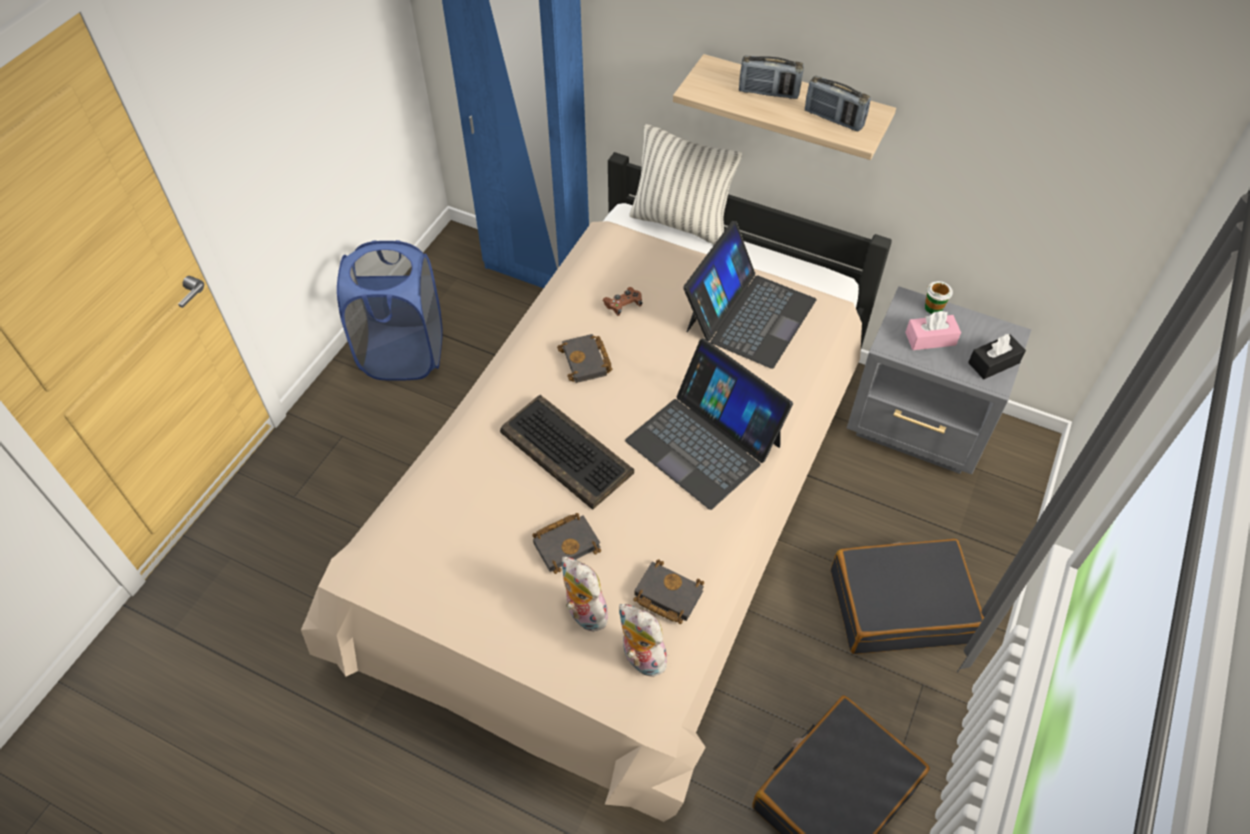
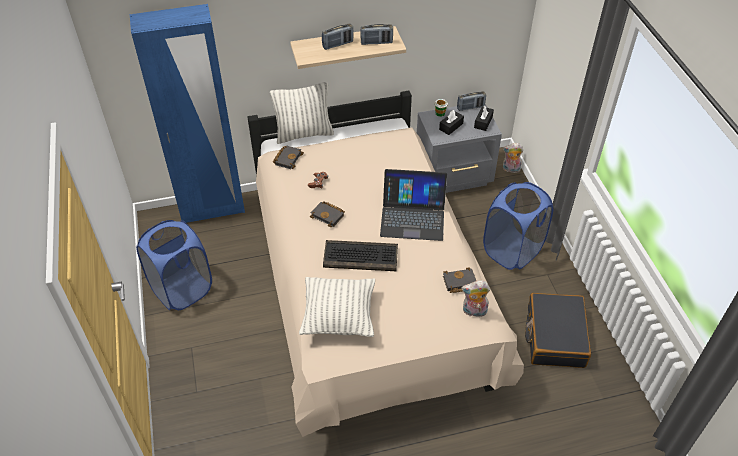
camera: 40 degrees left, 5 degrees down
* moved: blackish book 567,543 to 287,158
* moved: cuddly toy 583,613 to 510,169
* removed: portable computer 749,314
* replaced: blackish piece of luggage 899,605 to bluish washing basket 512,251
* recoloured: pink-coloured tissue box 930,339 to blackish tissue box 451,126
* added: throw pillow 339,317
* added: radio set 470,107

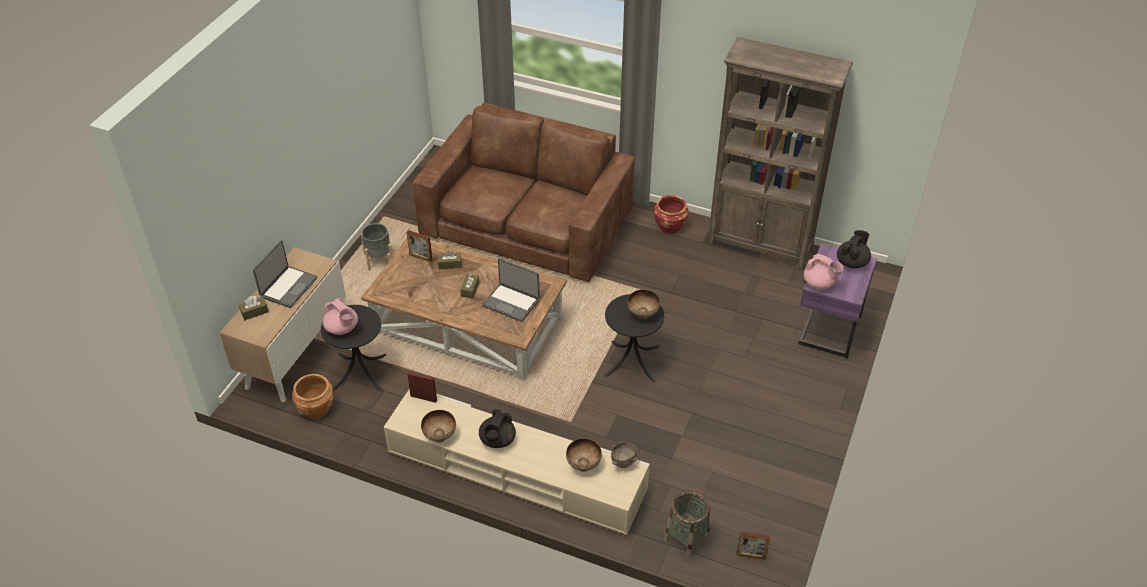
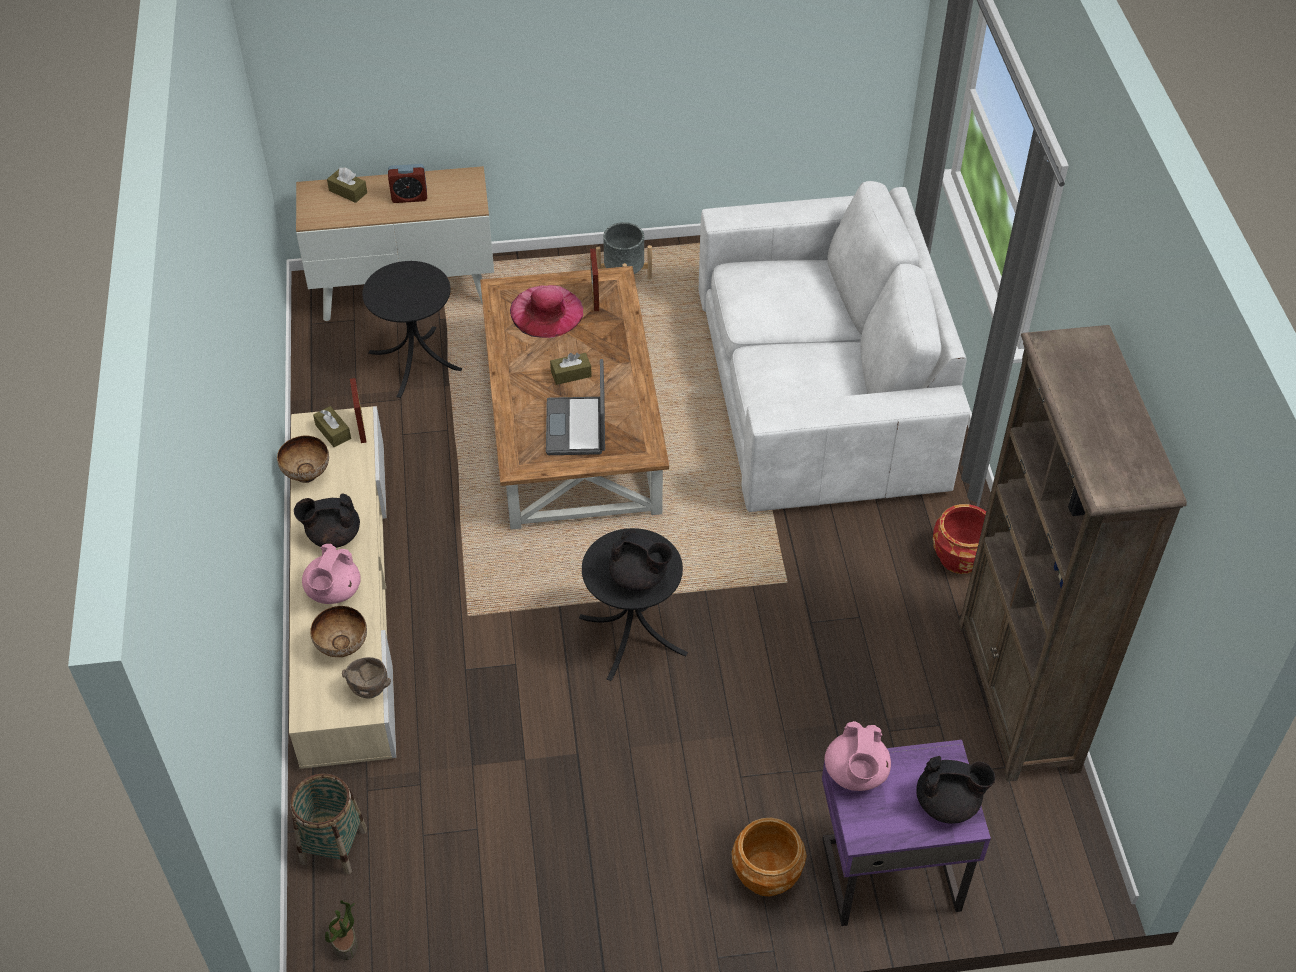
camera: 60 degrees right, 5 degrees up
* replaced: portable computer 288,287 to table clock 409,197
* moved: brown planter 316,408 to 766,875
* moved: pink-coloured pot for tea 342,328 to 333,592
* recoloured: brown settee 527,223 to white settee 820,391
* moved: brown tissue box 449,264 to 333,432
* replaced: serving bowl 643,314 to blackish pot for tea 639,577
* replaced: photo frame 751,556 to houseplant 345,942
* added: pink-coloured hat 546,311

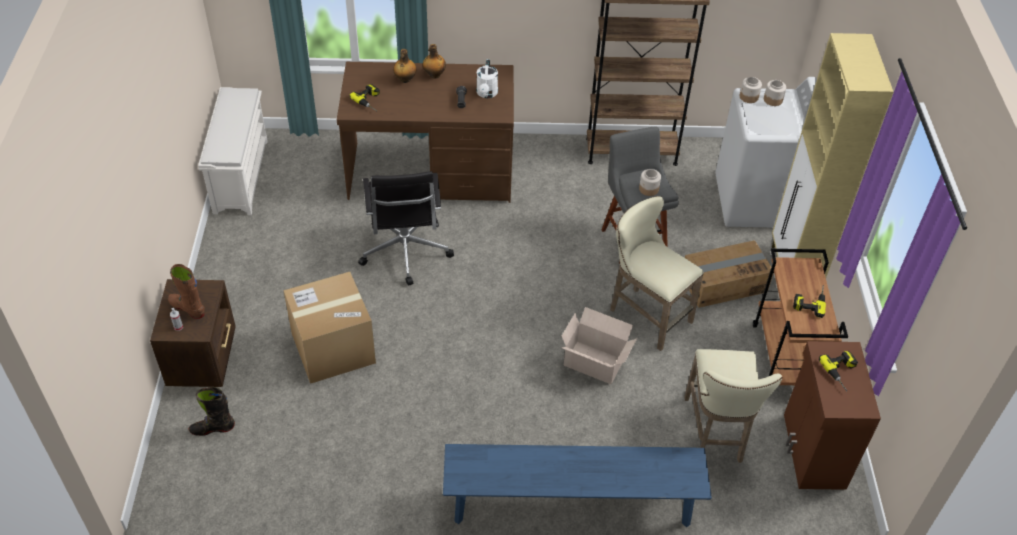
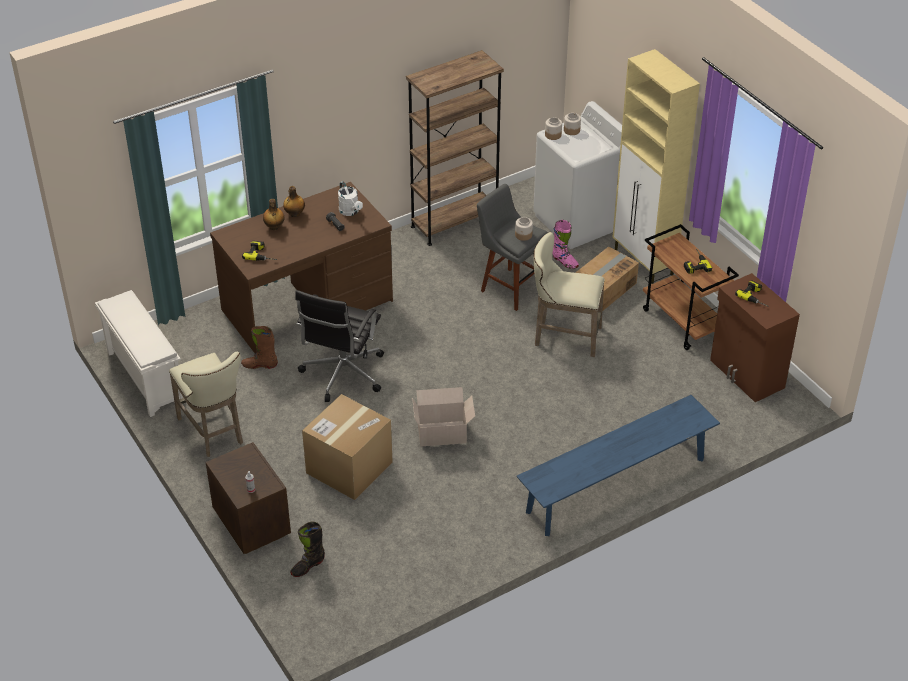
camera: 30 degrees left, 5 degrees down
* moved: brown high-top boot 187,308 to 260,365
* turned: blackish office chair 405,252 = 342,374 60 degrees clockwise
* moved: carton 595,363 to 443,433
* moved: beige-coloured stool 715,433 to 213,432
* added: pink-coloured high-top boot 564,262

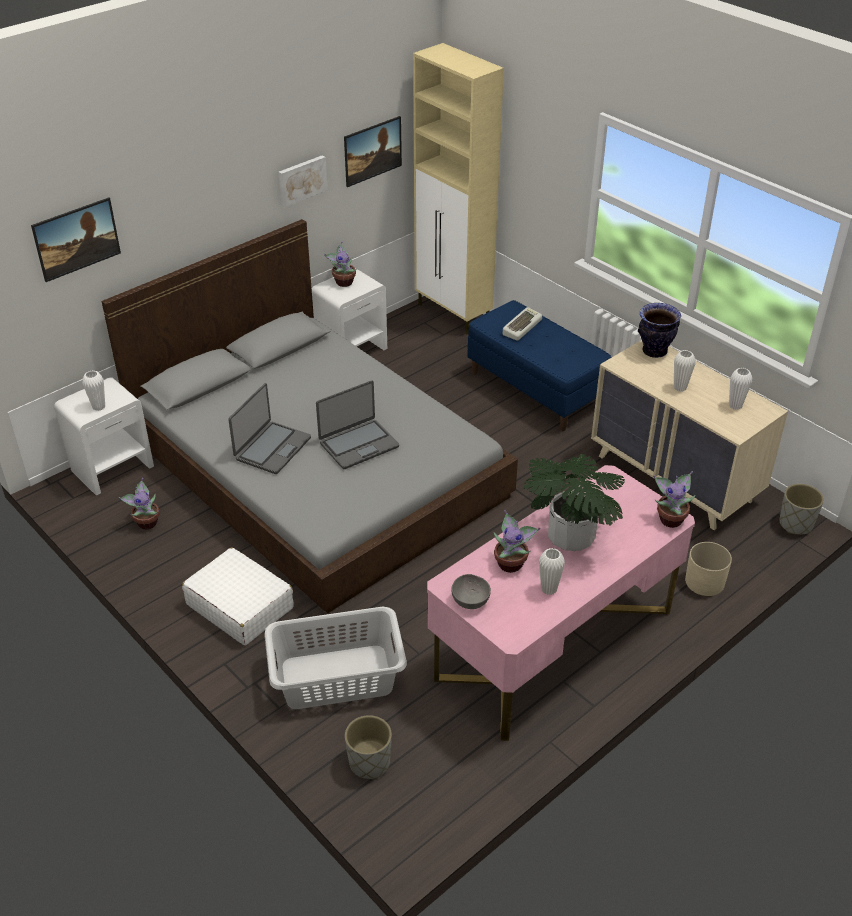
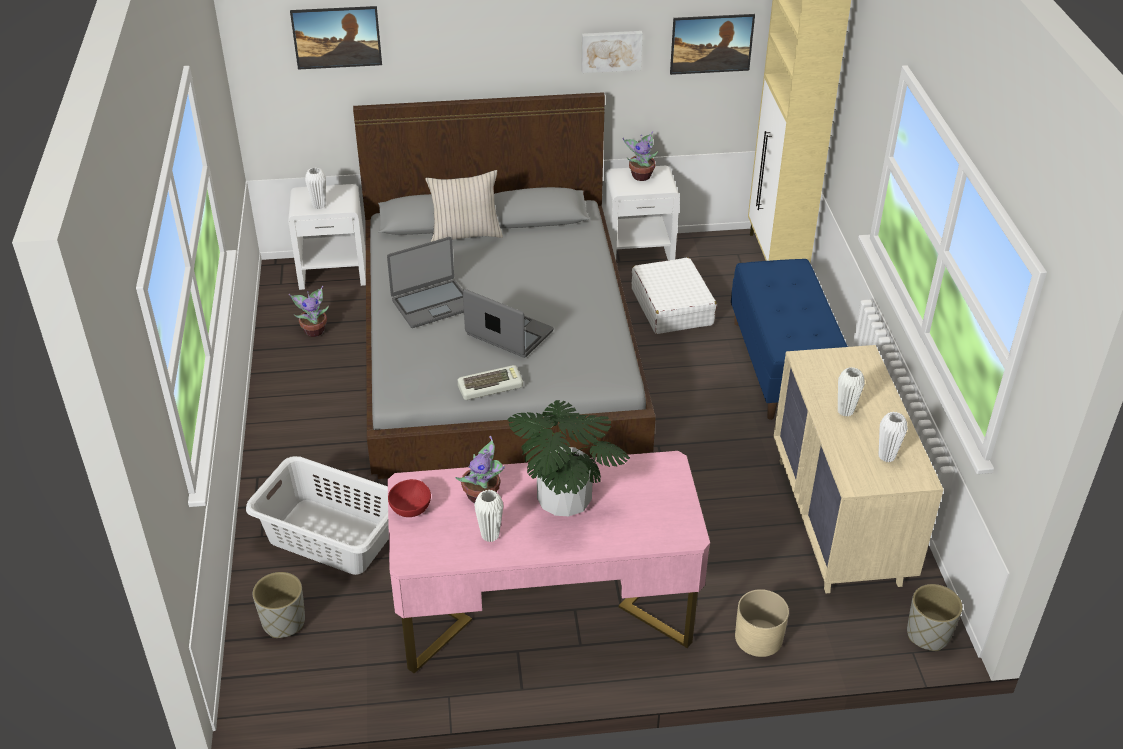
camera: 35 degrees right, 0 degrees up
* moved: white piece of luggage 240,606 to 672,306
* turned: portable computer 358,444 = 508,333 150 degrees counterclockwise
* recoloured: greyish serving bowl 471,600 to reddish serving bowl 411,508
* moved: PC keyboard 521,327 to 490,386
* removed: flower vase 654,351
* removed: houseplant 670,519
* added: beige-coloured throw pillow 465,234

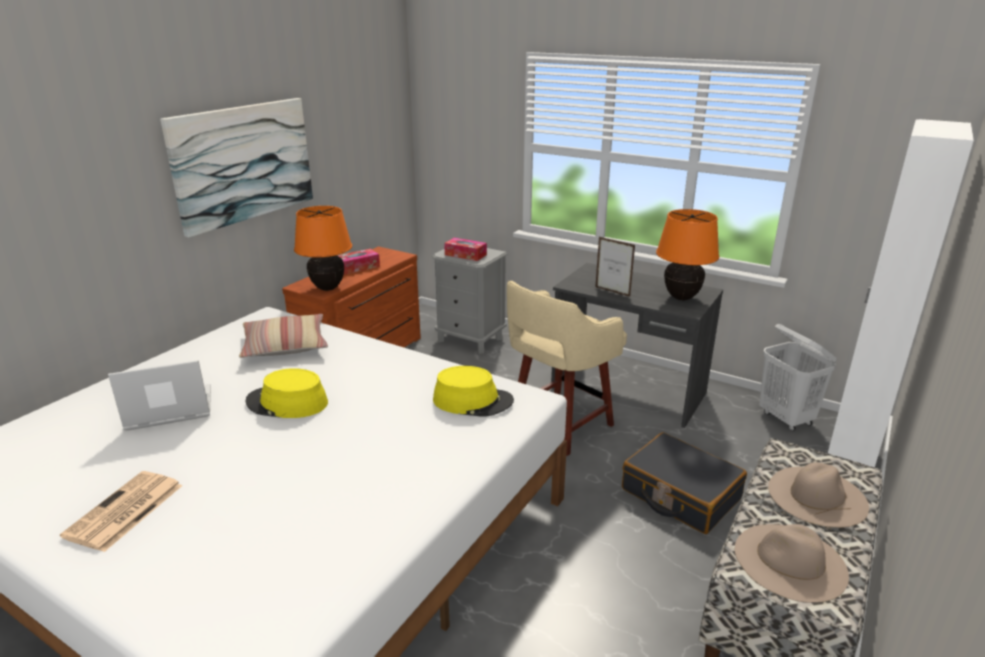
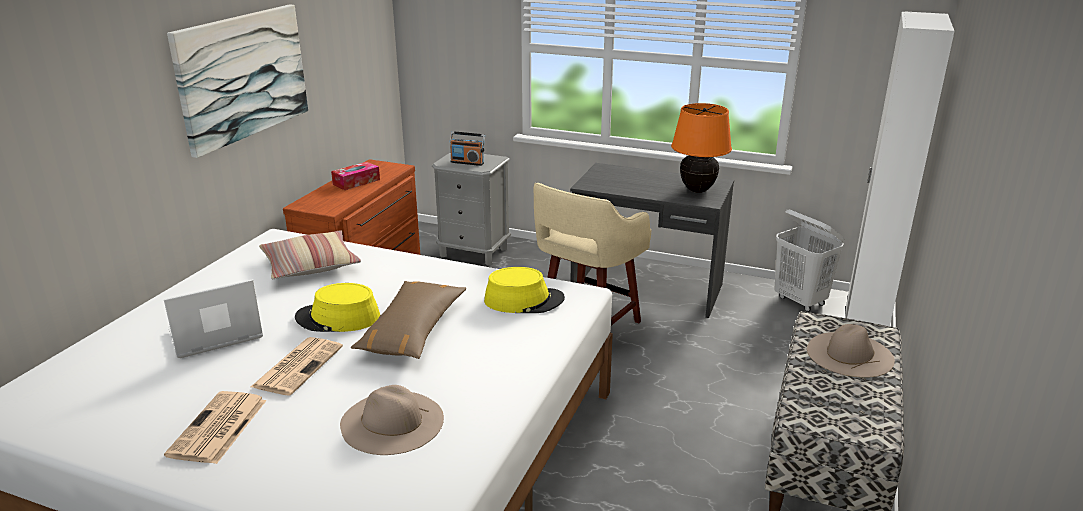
camera: 10 degrees left, 0 degrees up
* removed: orange-coloured lamp for a table 327,288
* replaced: tissue box 465,255 to radio set 467,162
* removed: photo frame 612,292
* removed: blackish piece of luggage 680,494
* moved: beige-coloured hat 790,561 to 392,422
* added: printed paper 298,366
* added: brown throw pillow 412,330

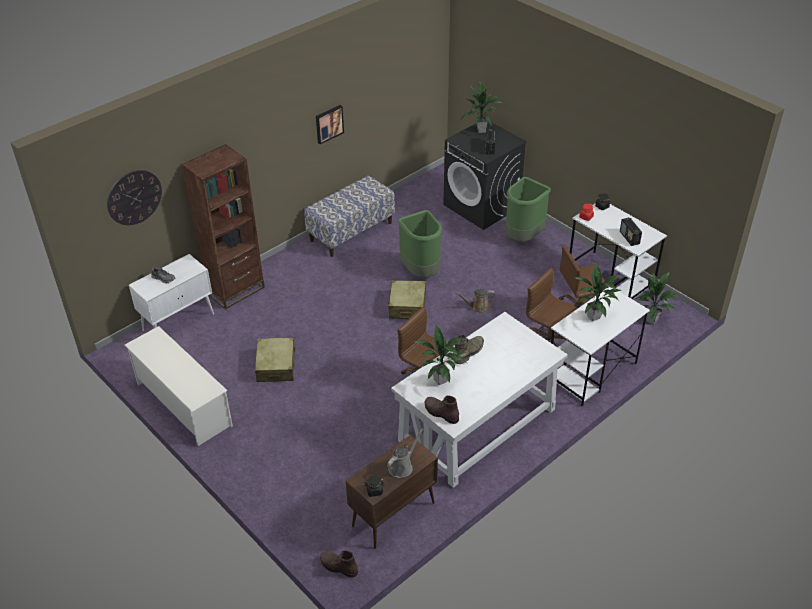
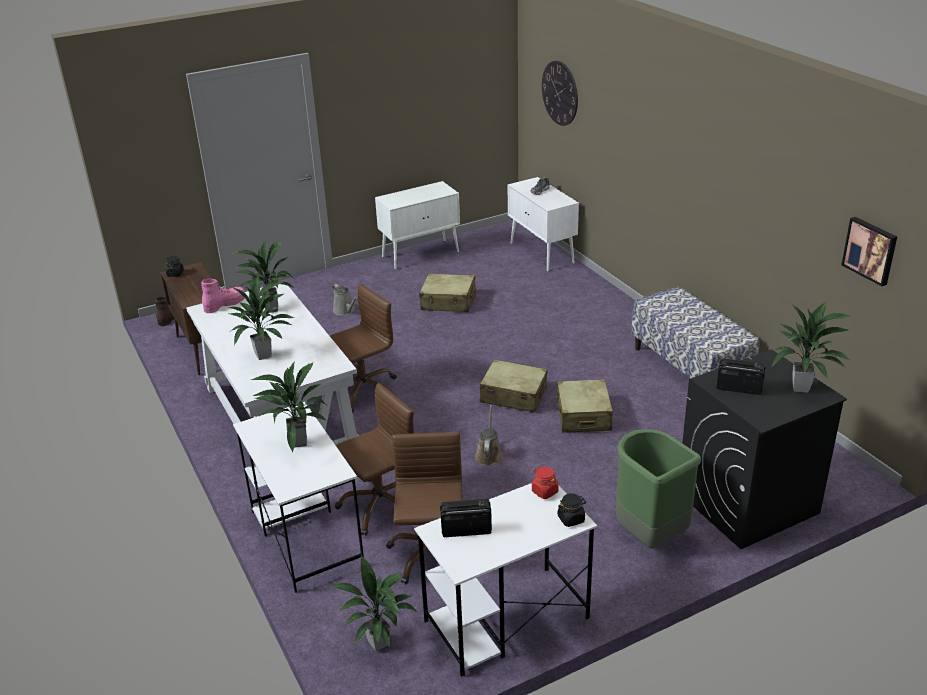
camera: 105 degrees right, 10 degrees down
* replaced: white shoe rack 183,404 to white cabinet 421,254
* removed: brown bookshelf 235,290
* moved: wall art 328,123 to 870,250
* moved: greyish watering can 402,466 to 345,310
* replaced: greenish waste bin 421,271 to beige-coloured piece of luggage 583,416
* recoloured: brown high-top boot 441,413 to pink-coloured high-top boot 224,304
* removed: greenish high-top boot 469,352
* added: houseplant 264,355

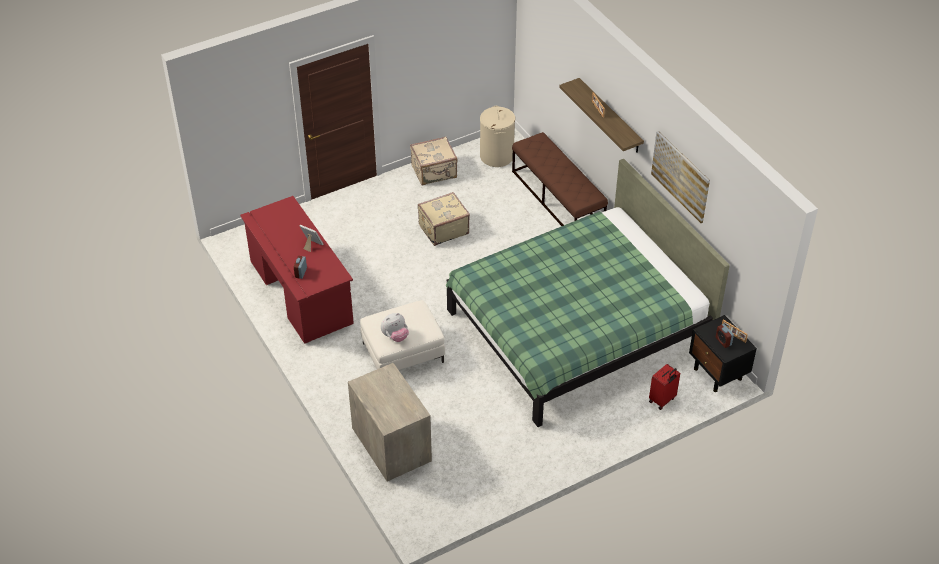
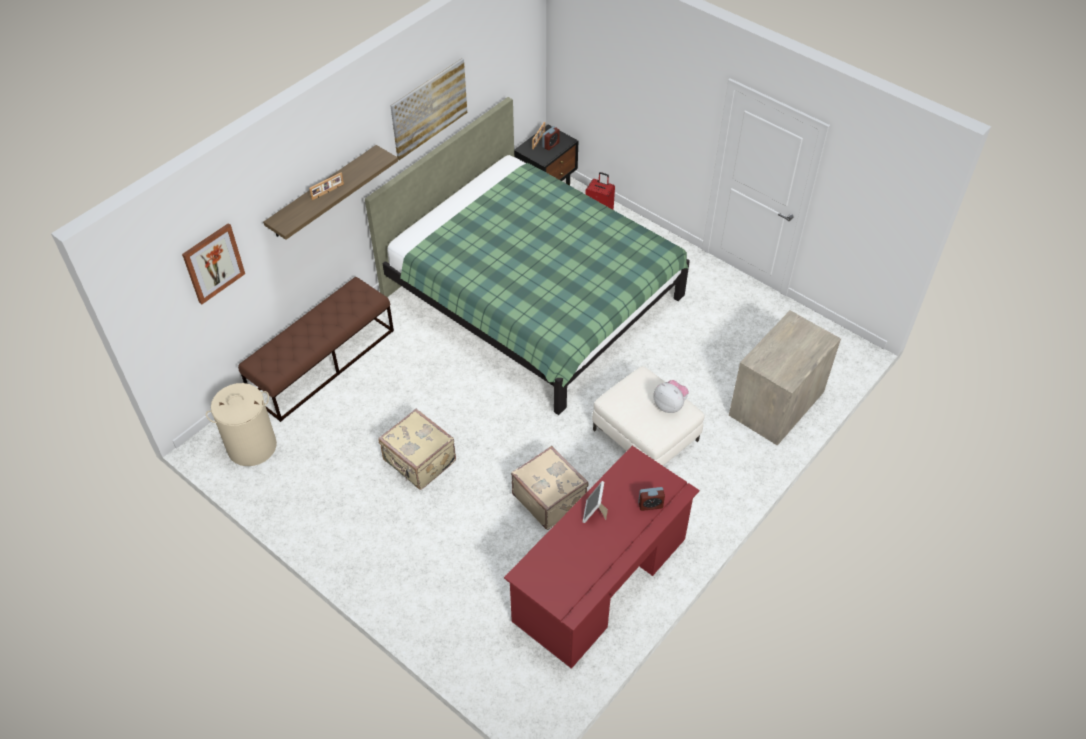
camera: 110 degrees left, 5 degrees up
* moved: beige-coloured piece of luggage 434,172 to 549,498
* added: wall art 213,263

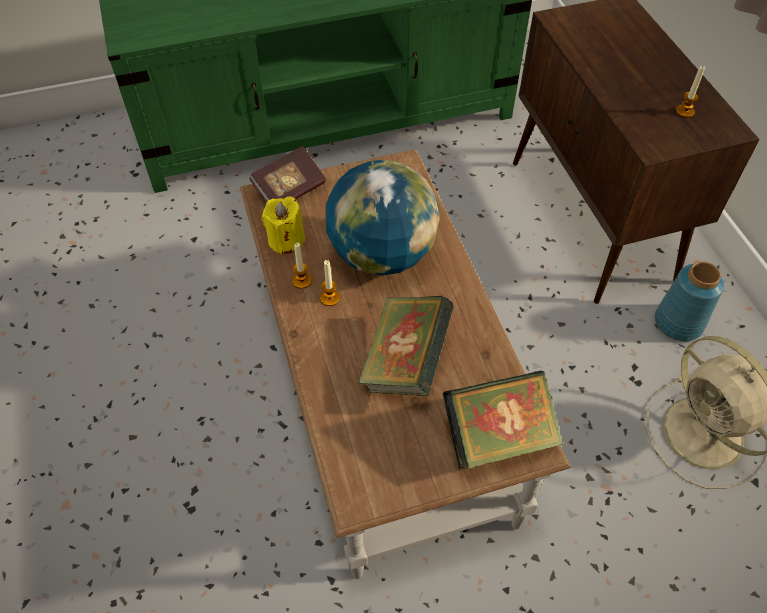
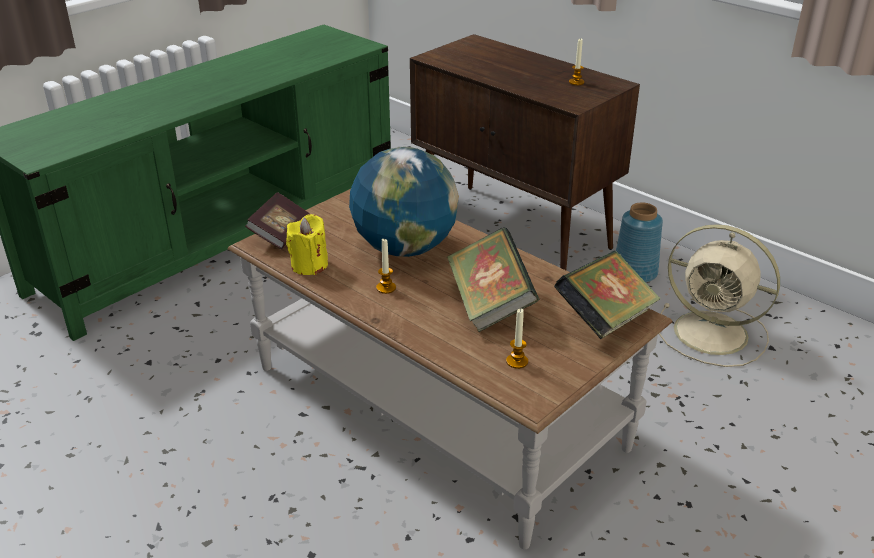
camera: 30 degrees left, 20 degrees down
* moved: wax candle 302,281 to 517,361

